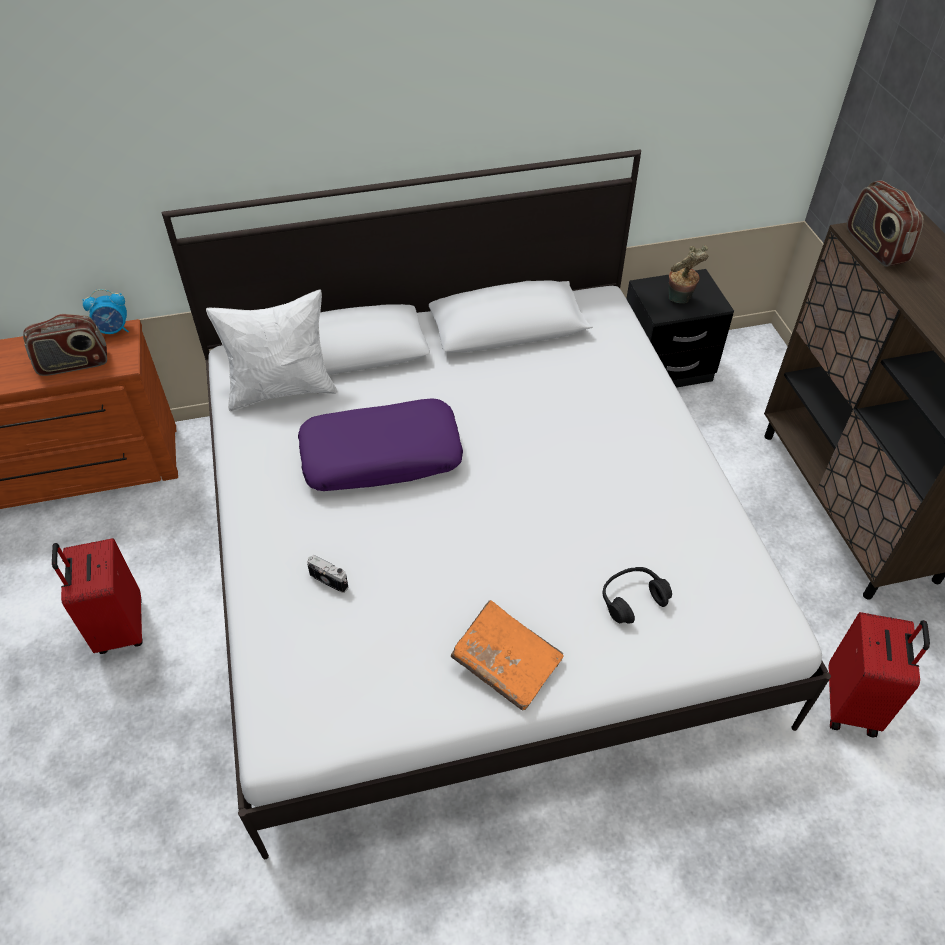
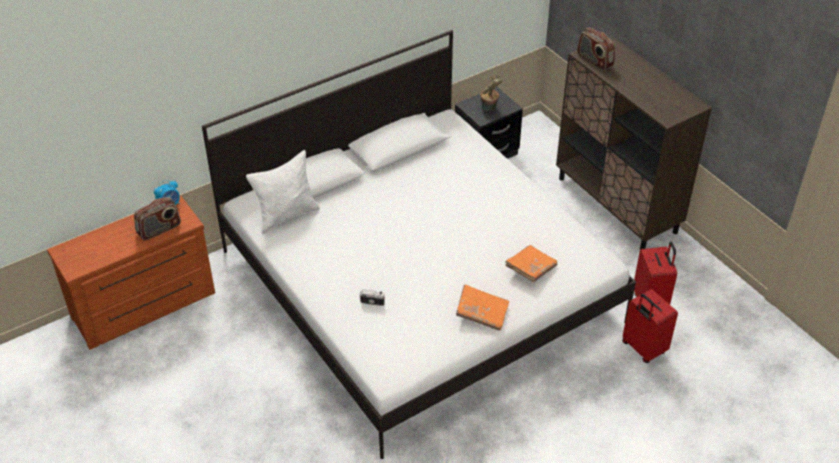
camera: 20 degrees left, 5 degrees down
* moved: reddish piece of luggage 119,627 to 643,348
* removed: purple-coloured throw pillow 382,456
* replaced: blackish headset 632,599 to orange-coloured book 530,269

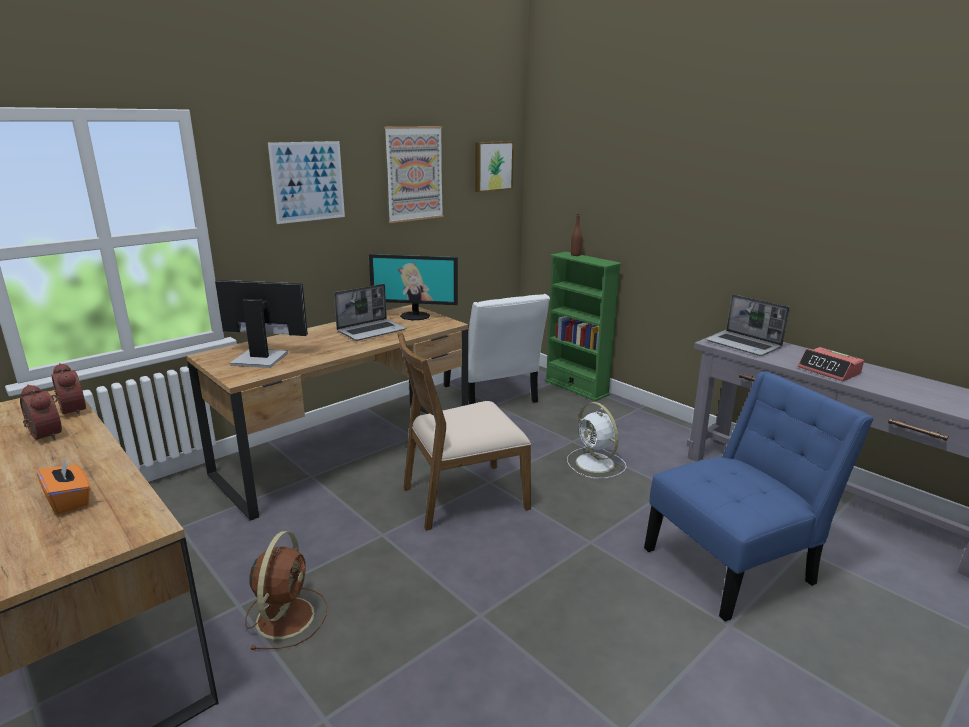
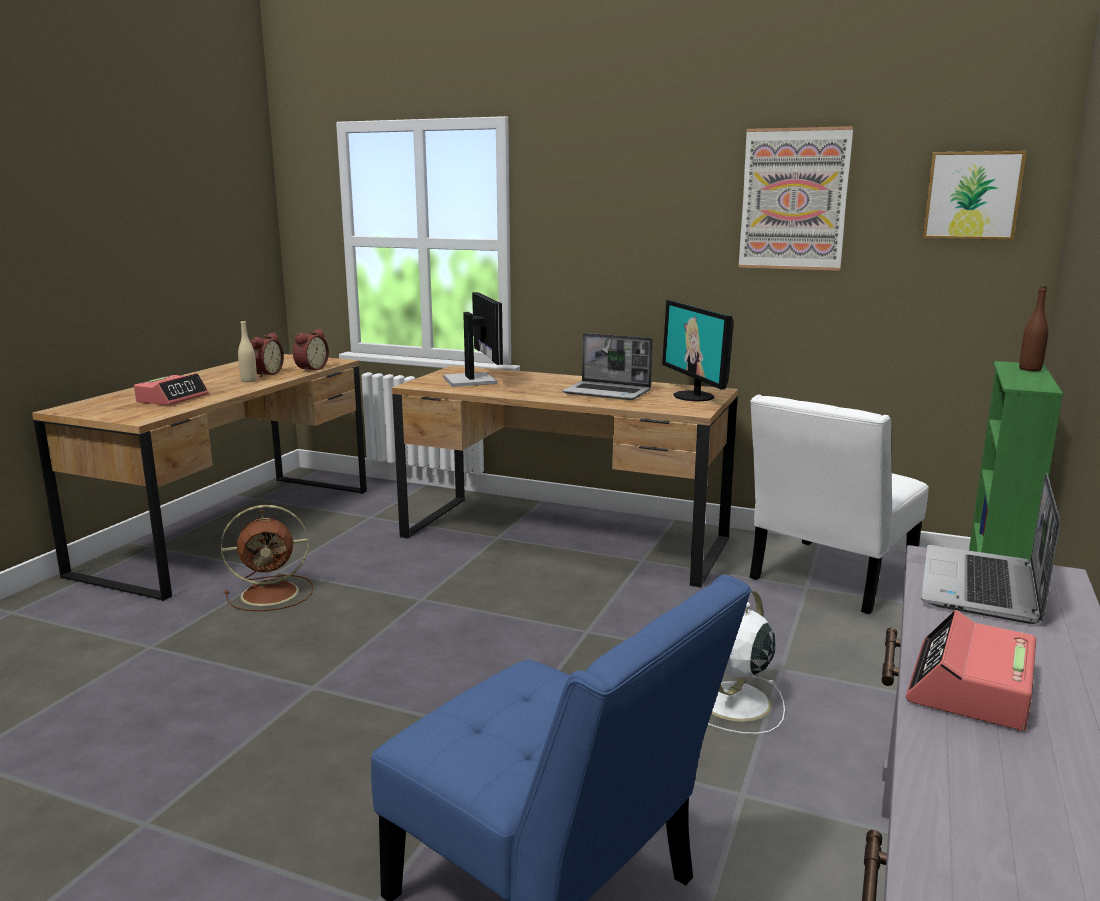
camera: 65 degrees right, 5 degrees down
* replaced: orange-coloured tissue box 69,500 to table clock 172,398
* removed: wall art 308,181
* removed: brown upright chair 463,497
* added: beige-coloured drink bottle 249,380

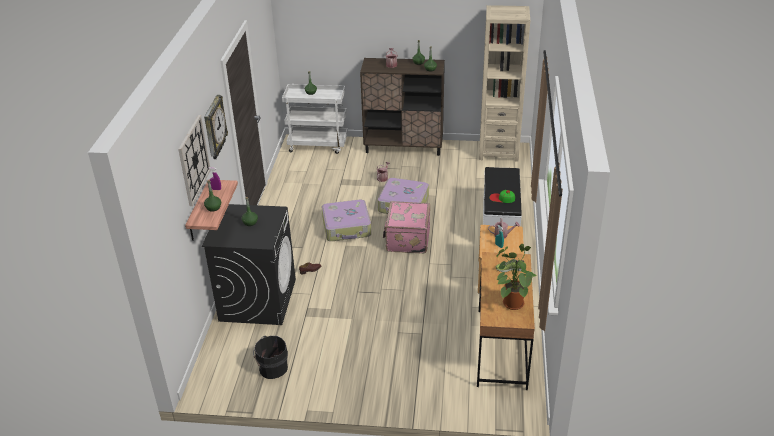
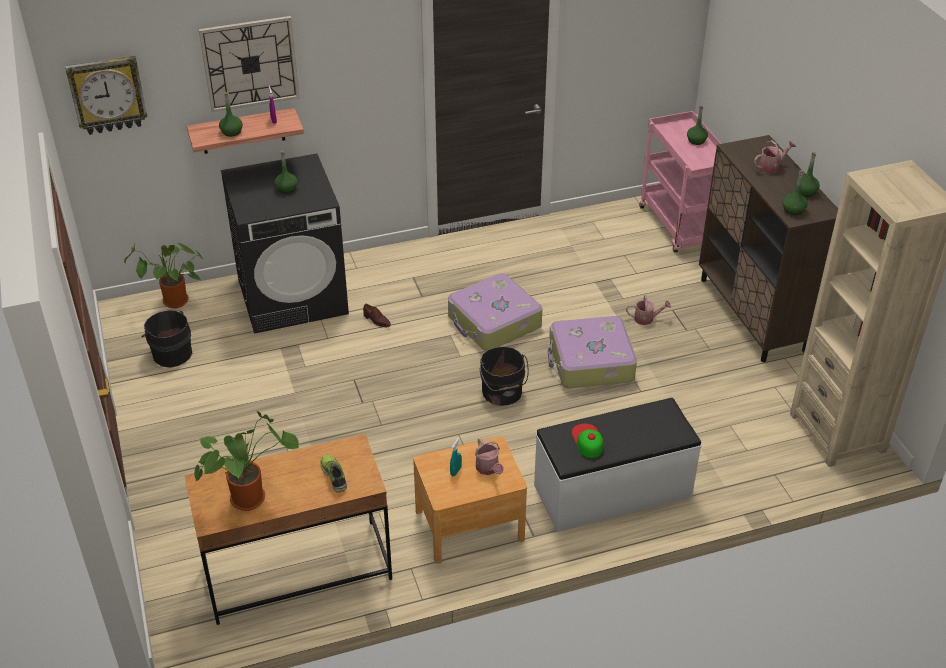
camera: 65 degrees right, 5 degrees up
* moved: clock on the wall 214,128 to 107,94
* recoloured: white trolley 318,145 to pink-coloured trolley 681,226
* replaced: pink-coloured piece of luggage 407,240 to blackish water bucket 502,393
* added: houseplant 173,303

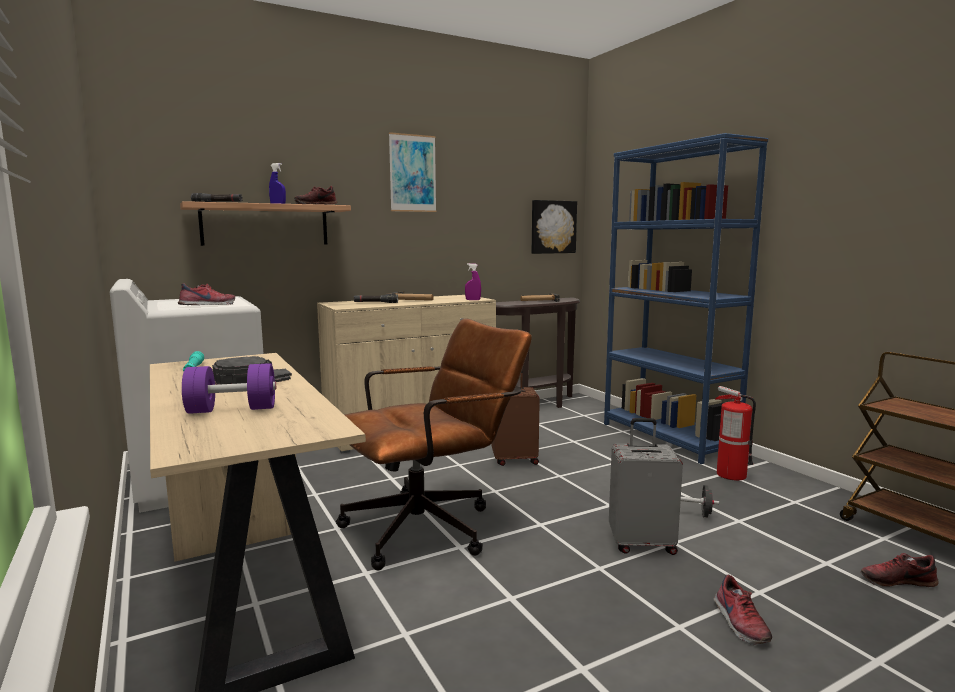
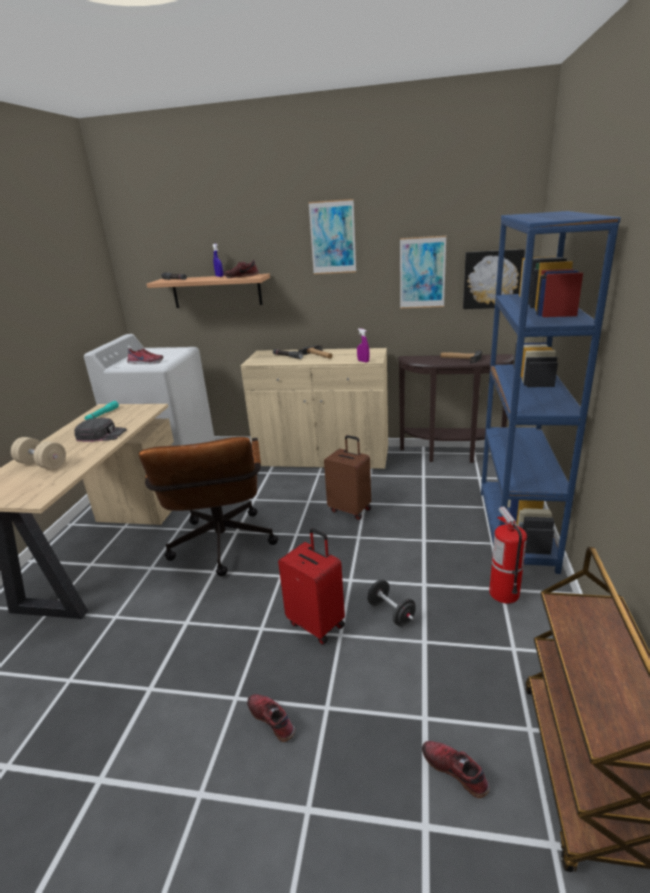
camera: 40 degrees right, 15 degrees up
* recoloured: purple-coloured hand weight 232,410 to beige-coloured hand weight 42,464
* turned: brown office chair 431,526 = 222,548 75 degrees clockwise
* recoloured: greyish piece of luggage 641,543 to reddish piece of luggage 317,624
* turned: item of footwear 739,623 = 272,719 105 degrees clockwise
* added: wall art 422,273

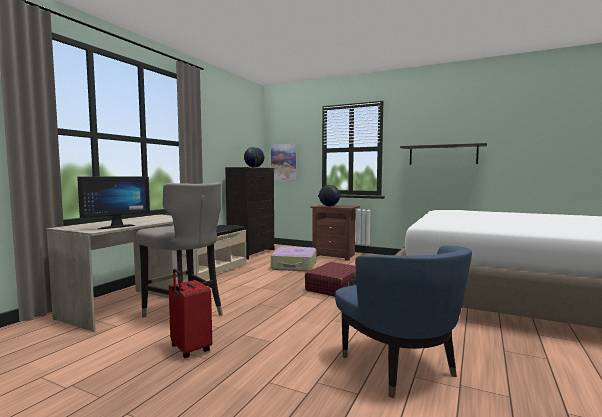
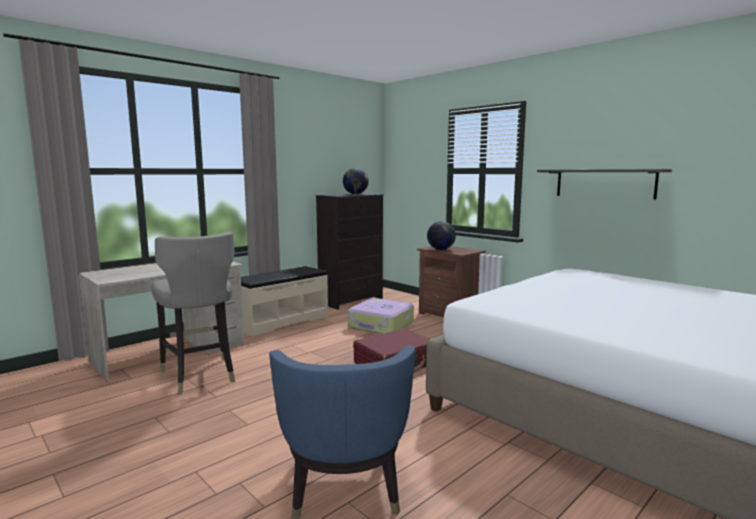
camera: 20 degrees right, 5 degrees up
* removed: computer display 115,226
* removed: reddish piece of luggage 189,349
* removed: wall art 283,162

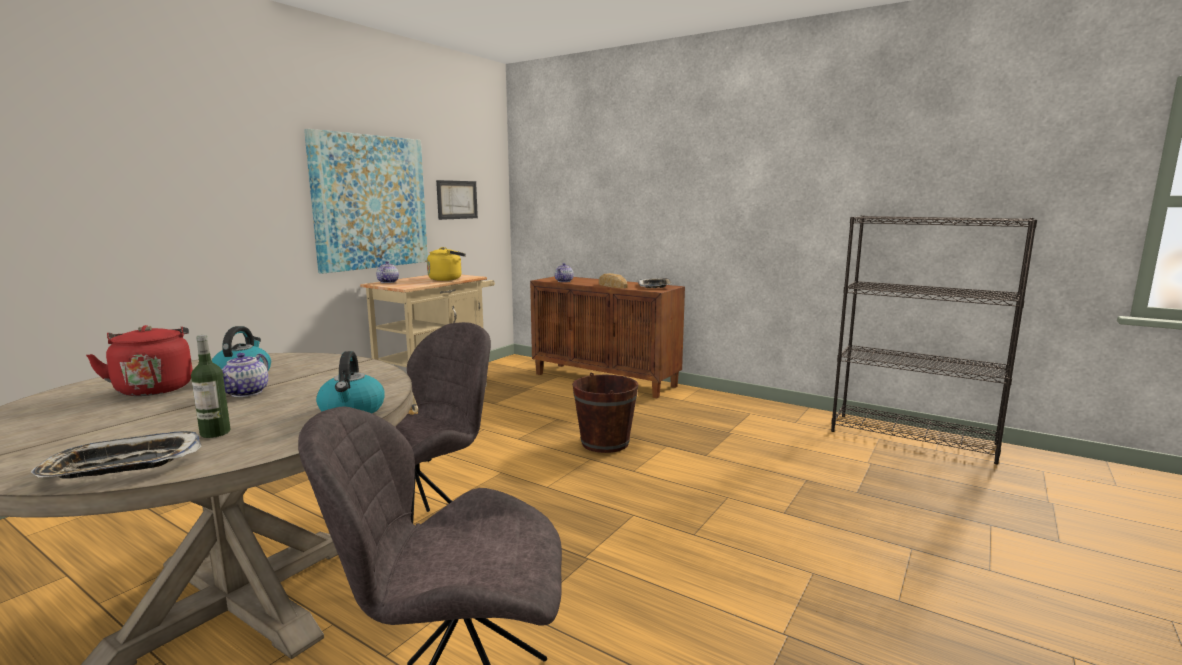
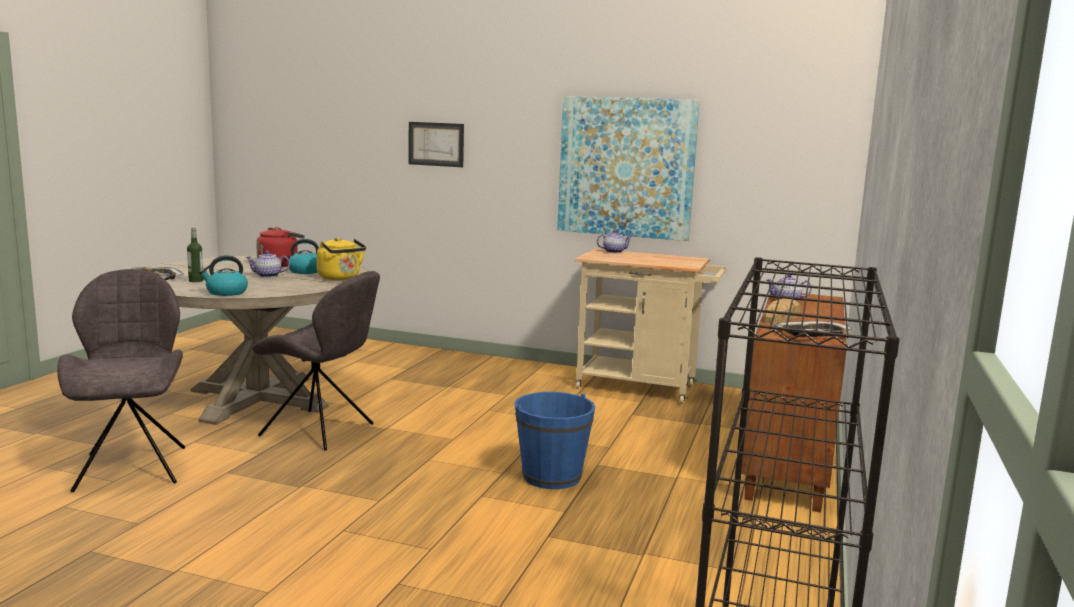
camera: 75 degrees right, 0 degrees up
* moved: yellow-coloured water kettle 447,279 to 340,278
* moved: wall art 457,199 to 436,144
* recoloured: brown water bucket 605,443 to bluish water bucket 551,476

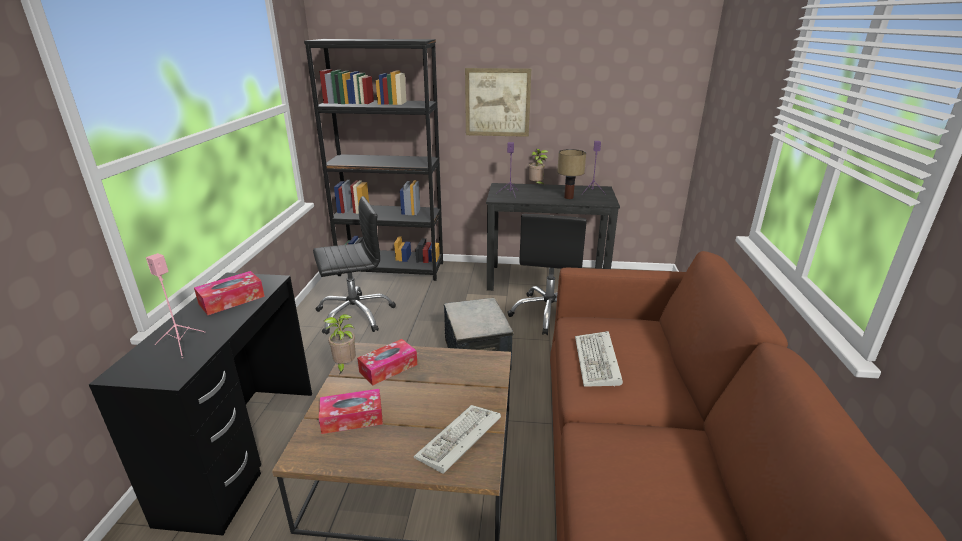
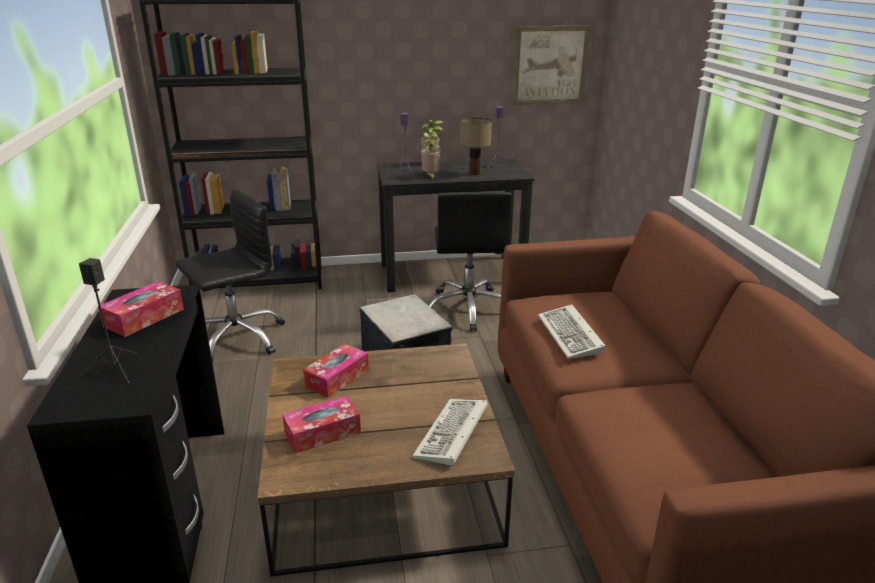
camera: 15 degrees left, 0 degrees up
* recoloured: pink-coloured loudspeaker 181,344 to blackish loudspeaker 116,370
* moved: houseplant 344,366 to 430,177
* moved: wall art 497,102 to 550,65

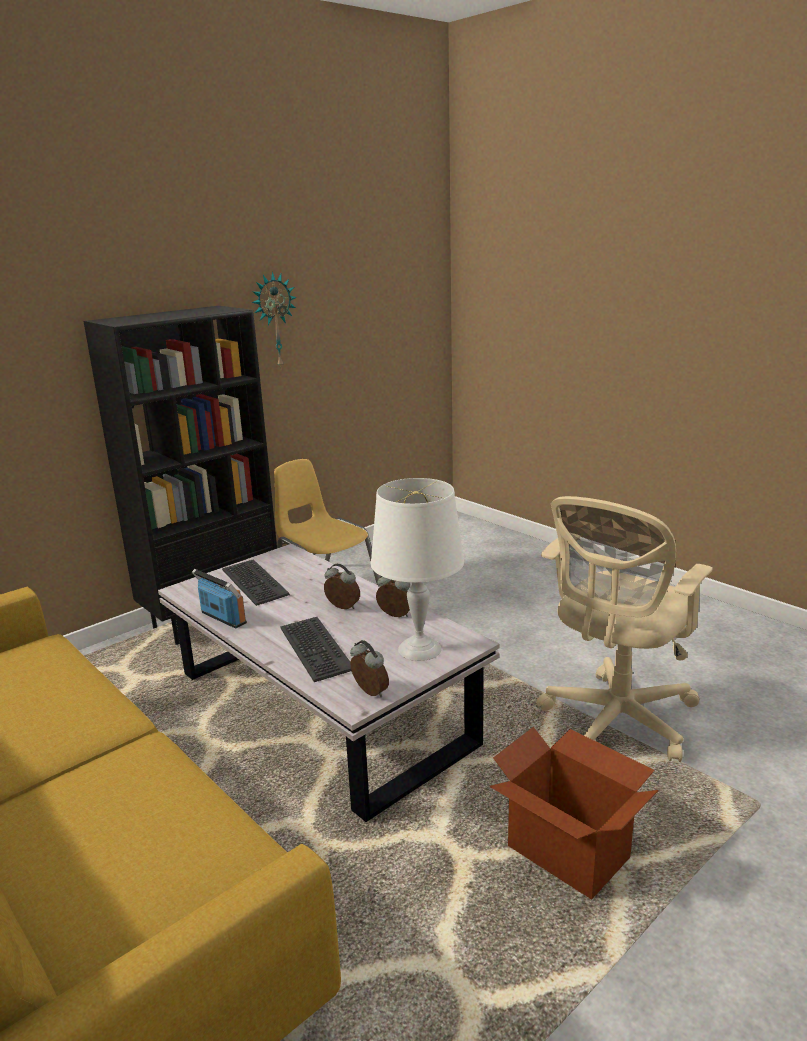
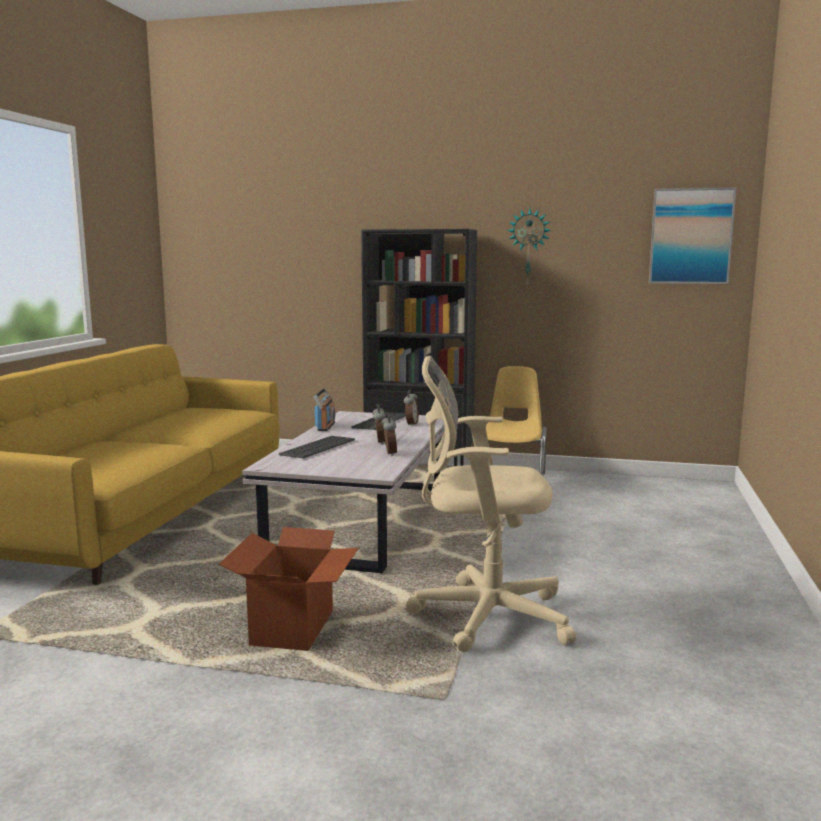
camera: 55 degrees right, 10 degrees down
* moved: table clock 369,693 to 411,424
* removed: white lamp for a table 419,649
* added: wall art 691,236

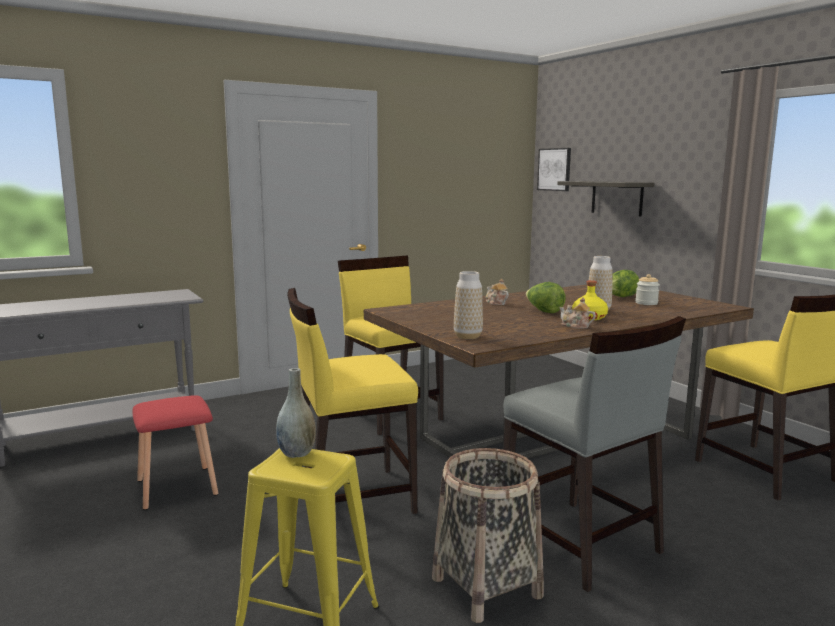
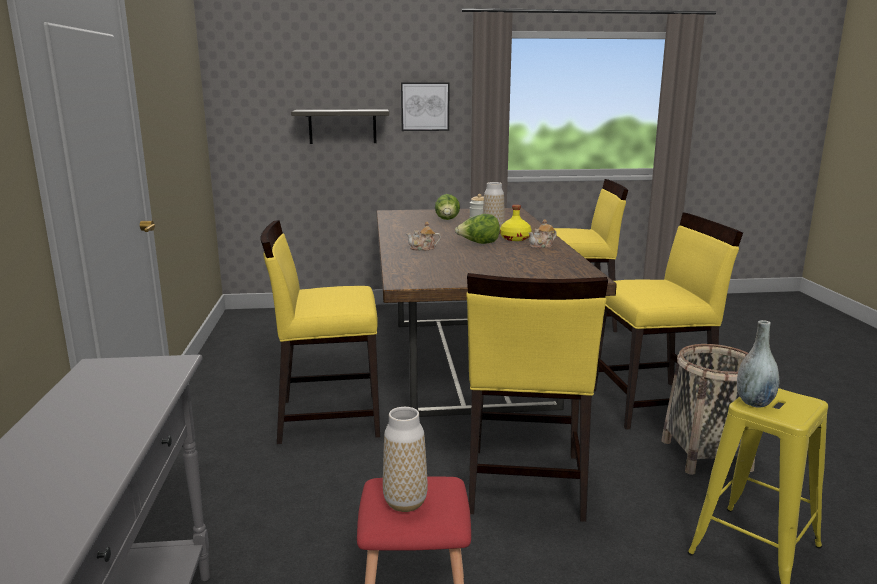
camera: 65 degrees left, 5 degrees up
* moved: flower vase 467,336 to 405,502
* recoloured: greyish upright chair 579,543 to yellow-coloured upright chair 652,405
* moved: wall art 554,169 to 425,106

